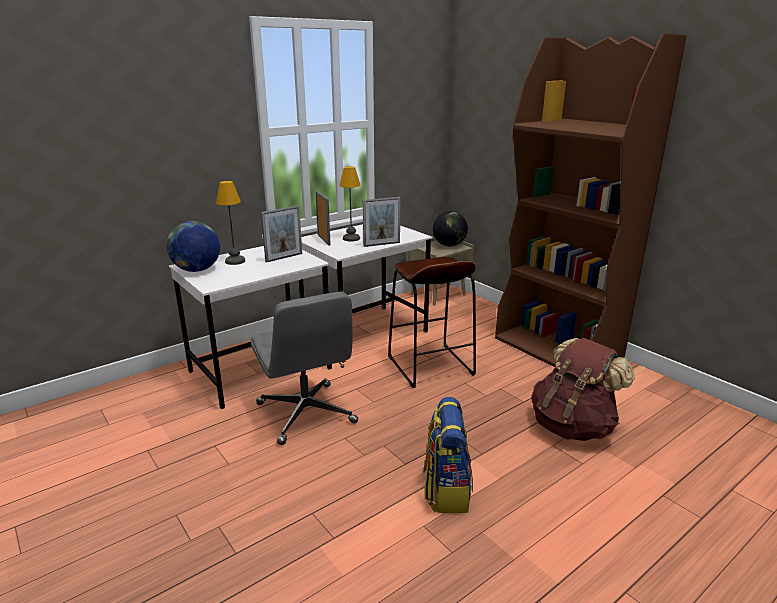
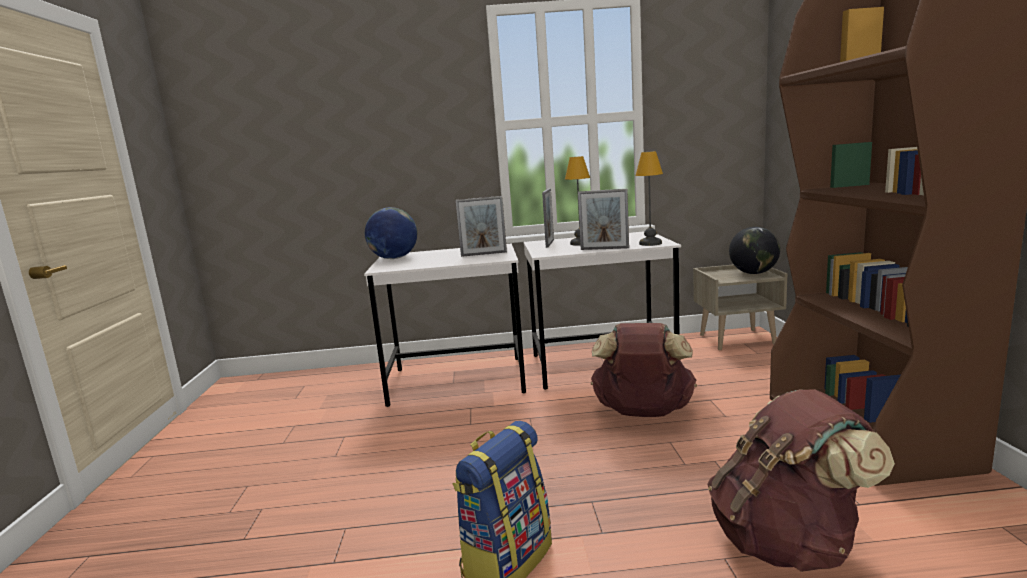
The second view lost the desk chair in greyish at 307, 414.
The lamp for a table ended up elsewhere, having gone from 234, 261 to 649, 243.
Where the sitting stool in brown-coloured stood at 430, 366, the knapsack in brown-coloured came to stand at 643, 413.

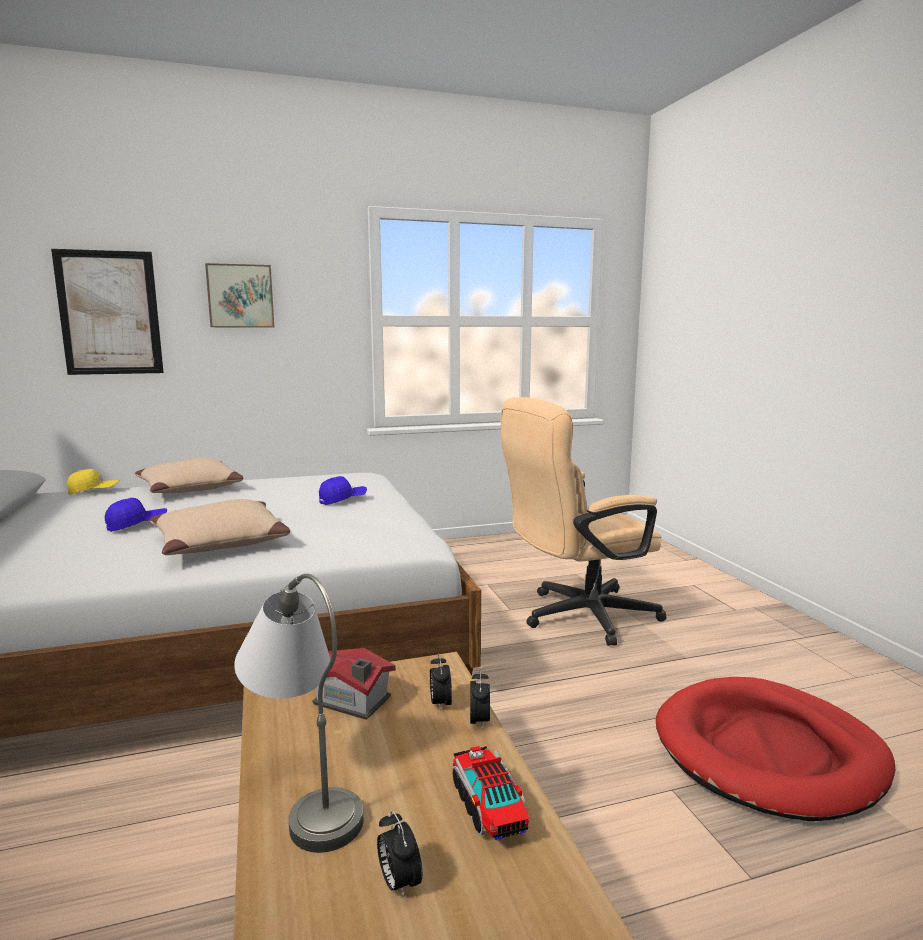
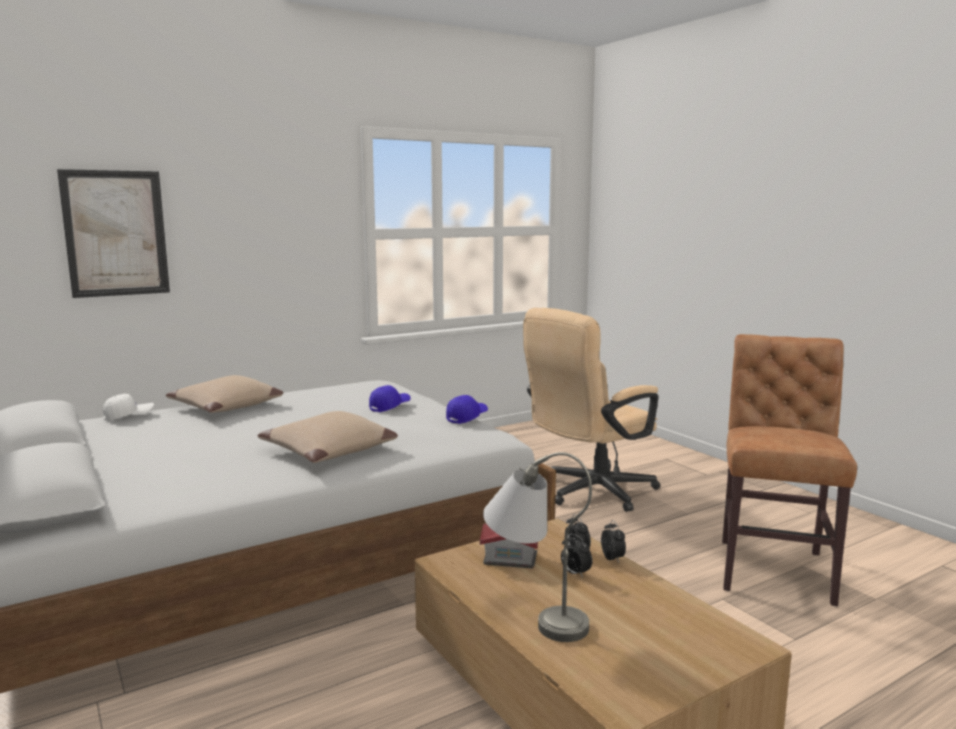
The second view lost the picture at 240, 296.
The second view lost the toy lorry at 488, 806.
The cap in blue ended up elsewhere, having gone from 137, 525 to 467, 418.
The table clock ended up elsewhere, having gone from 398, 882 to 575, 573.
Where the dog cushion in reddish stood at 768, 752, the upright chair in brown-coloured came to stand at 774, 567.
What was the cap in yellowish at 94, 491 turned into the cap in whitish at 129, 416.

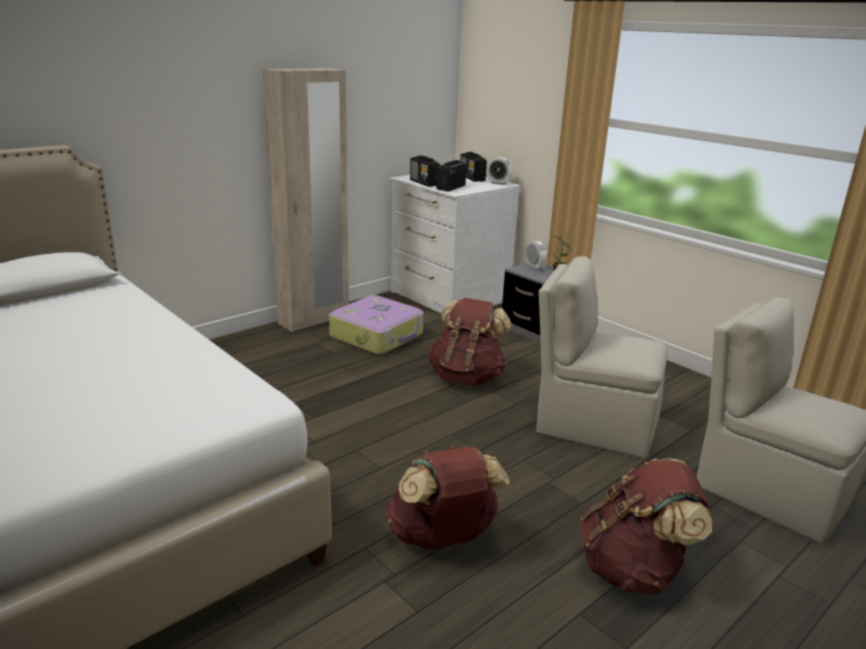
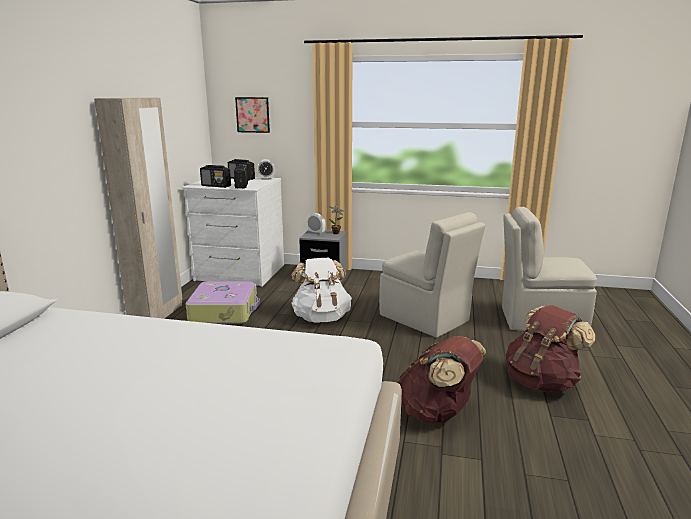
The second view gained the picture at 252, 115.
What was the knapsack in brown-coloured at 467, 377 turned into the knapsack in whitish at 321, 318.
The upright chair in beige at 592, 424 ended up facing another way, 120 degrees counterclockwise from before.

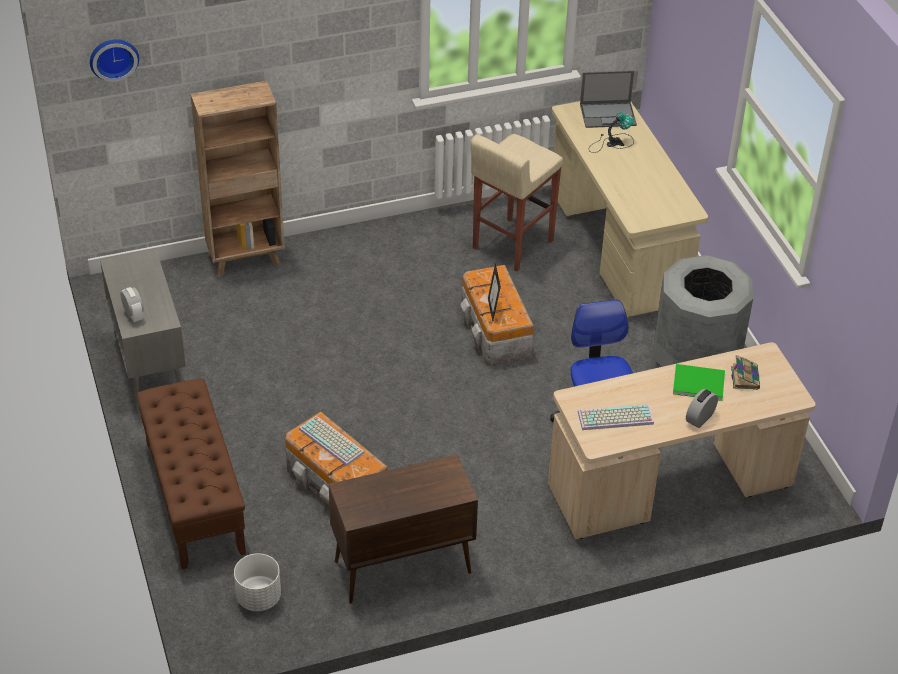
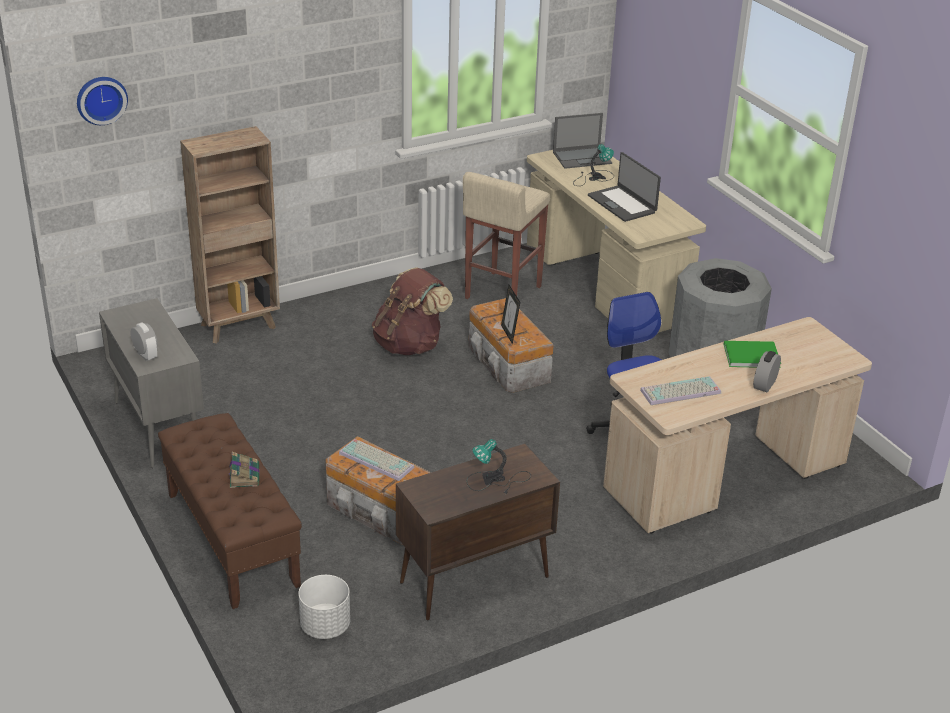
The second view gained the knapsack in brown-coloured at 410, 345.
The second view gained the lamp for a table at 496, 481.
The second view gained the laptop at 622, 204.
The volume ended up elsewhere, having gone from 744, 377 to 244, 475.

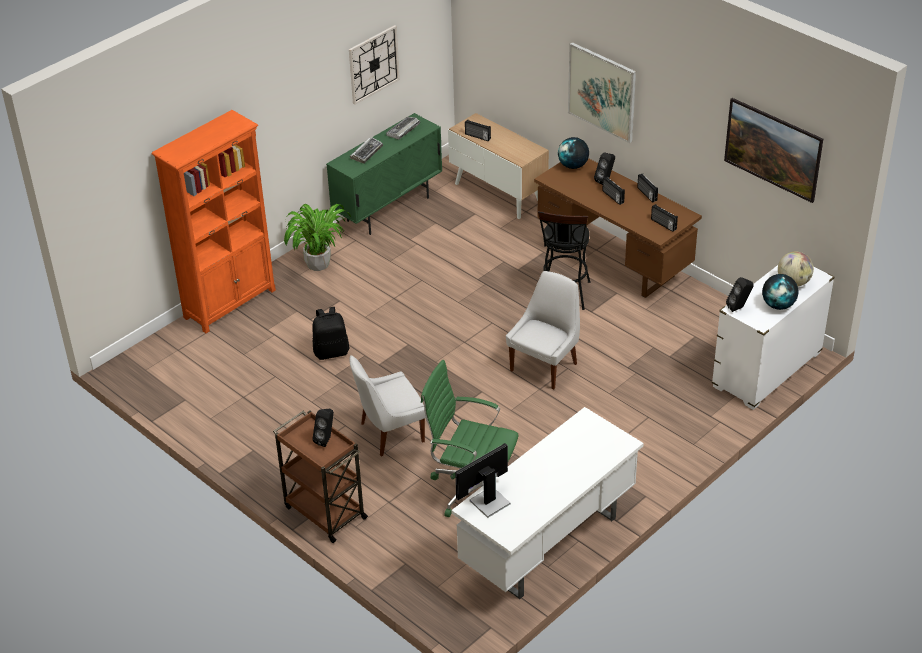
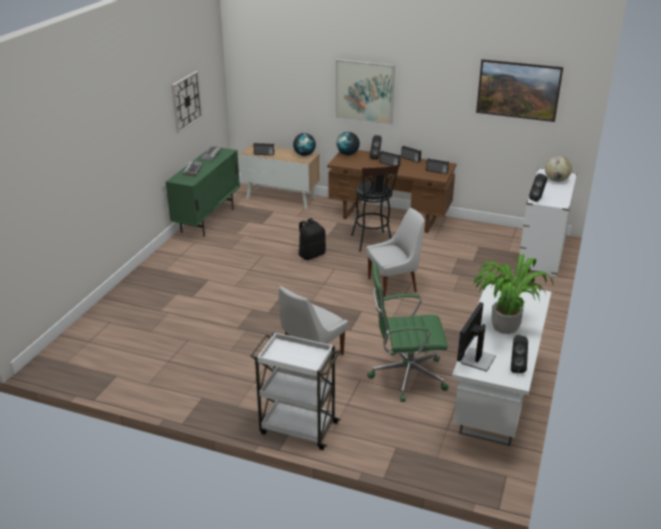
The second view lost the shelving unit in orangey at 230, 303.
The plant in a pot ended up elsewhere, having gone from 318, 263 to 505, 326.
The knapsack in black-coloured ended up elsewhere, having gone from 331, 351 to 311, 255.
The loudspeaker in black-coloured ended up elsewhere, having gone from 326, 439 to 516, 367.
The globe ended up elsewhere, having gone from 778, 305 to 304, 155.
What was the wheeled cart in brown-coloured at 324, 511 turned into the wheeled cart in whitish at 297, 427.
The upright chair in whitish at 545, 366 ended up facing another way, 60 degrees clockwise from before.

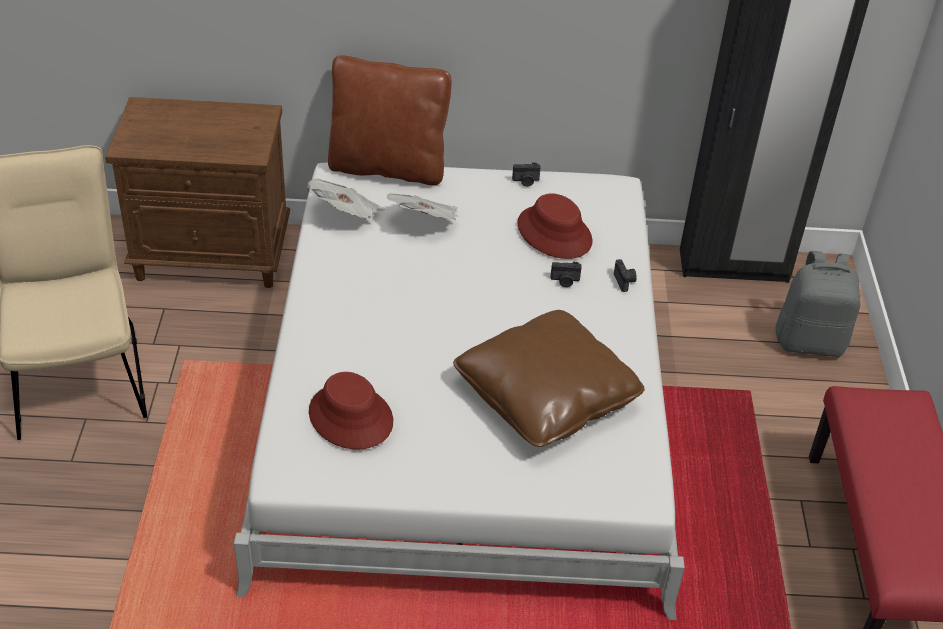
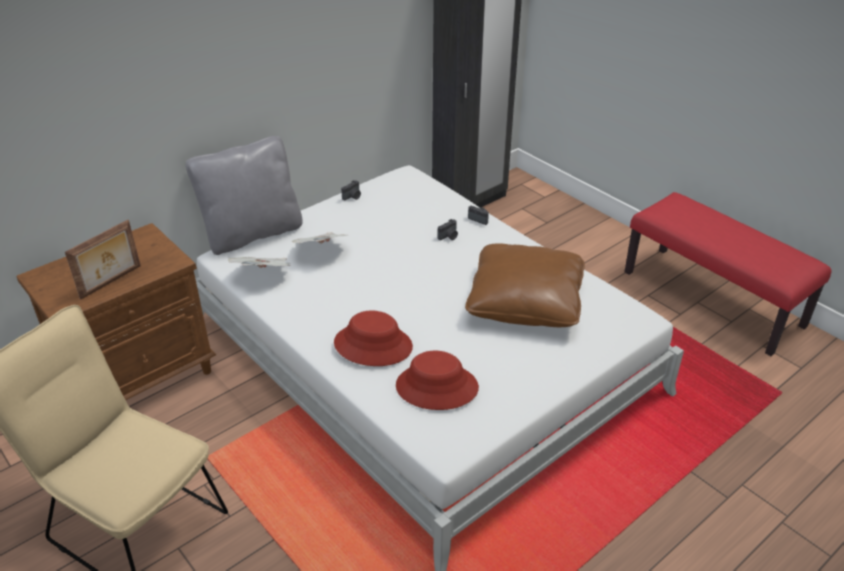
The second view lost the knapsack in greyish at 810, 341.
The second view gained the standing frame at 111, 282.
The wearable hat in reddish ended up elsewhere, having gone from 554, 233 to 373, 345.
What was the pillow in brown-coloured at 388, 167 turned into the pillow in greyish at 252, 234.

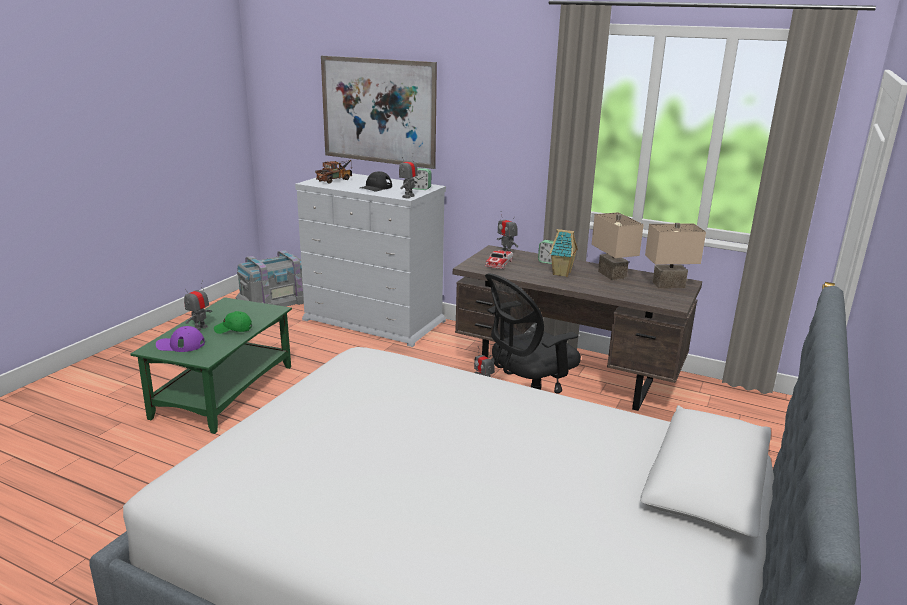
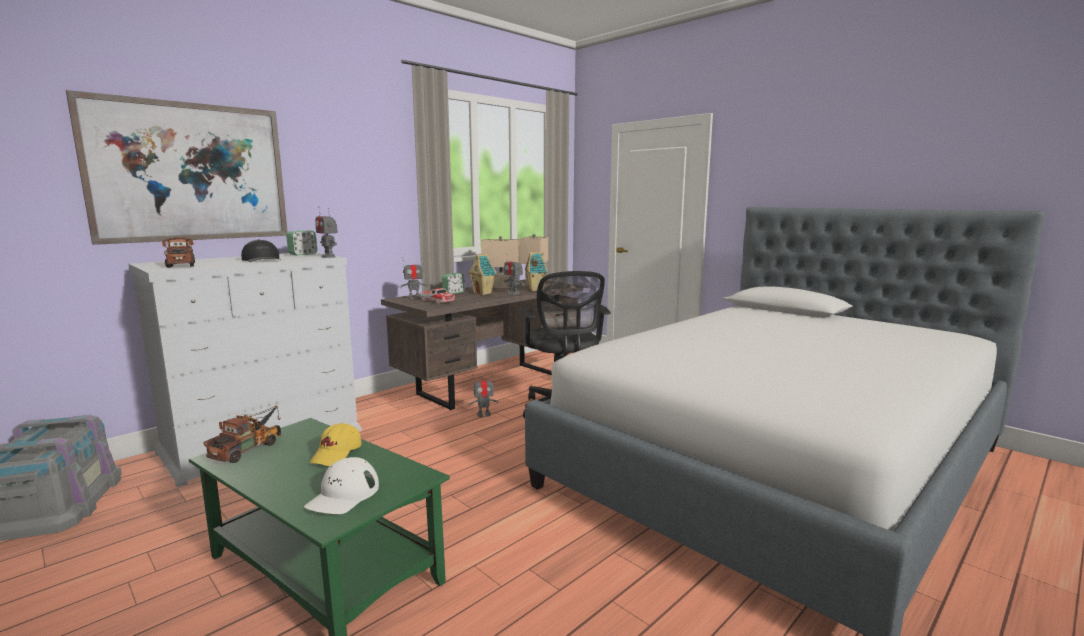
The second view gained the toy lorry at 250, 448.
The second view gained the miniature house at 535, 290.
The toy robot ended up elsewhere, having gone from 199, 328 to 513, 293.
What was the cap in purple-coloured at 180, 344 turned into the cap in whitish at 343, 495.
What was the cap in green at 233, 329 turned into the cap in yellowish at 337, 454.

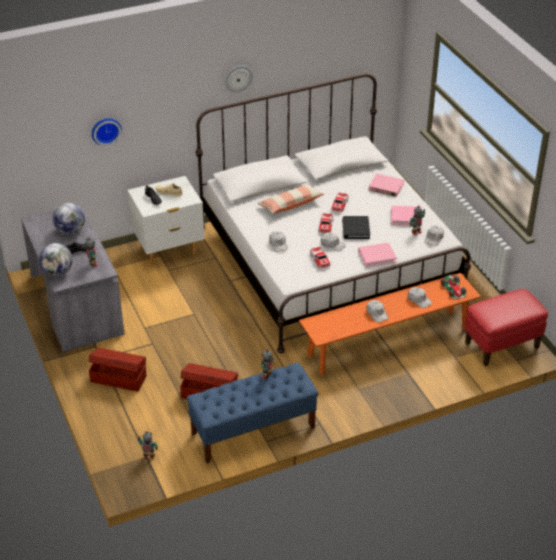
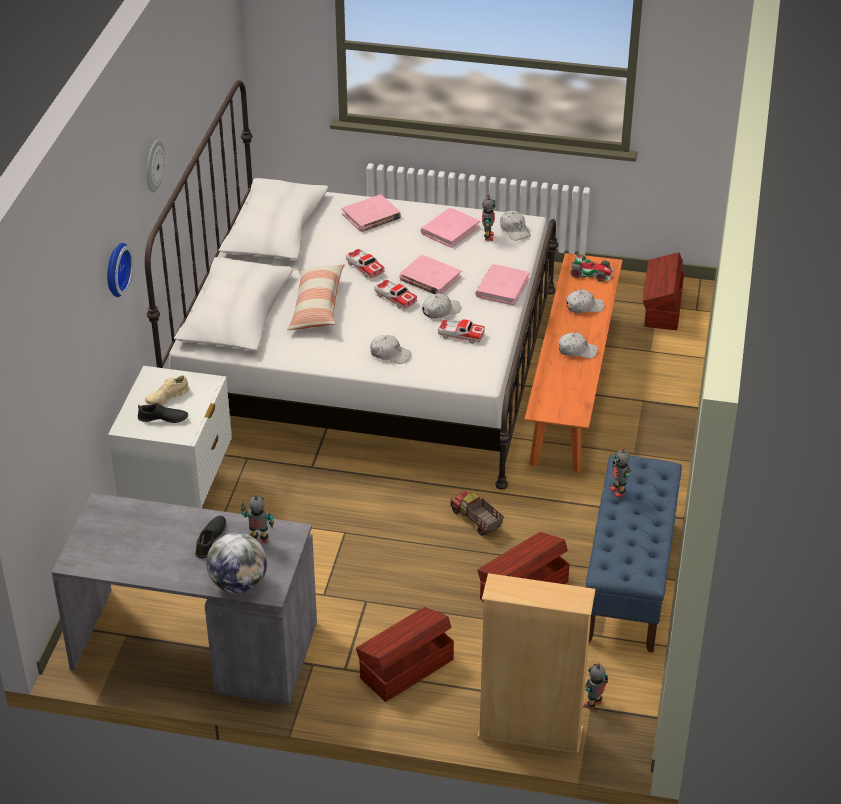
The second view lost the globe at 70, 231.
The second view gained the toy lorry at 476, 520.
The second view gained the shelving unit in beige at 530, 733.
The hanging clock ended up elsewhere, having gone from 105, 130 to 115, 269.
Where the pouffe in reddish stood at 501, 345, the storage bin in brown-coloured came to stand at 662, 308.
What was the volume in black-coloured at 355, 229 turned into the volume in pinkish at 430, 278.

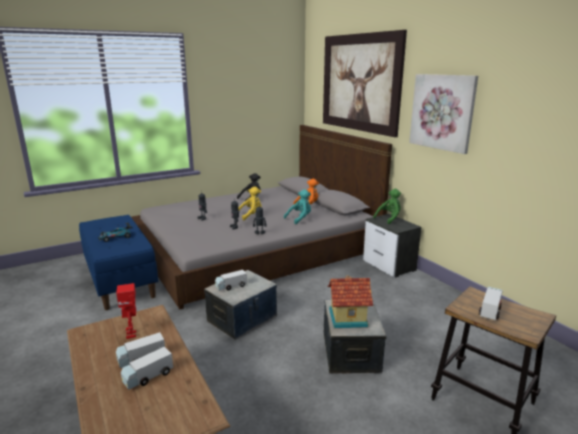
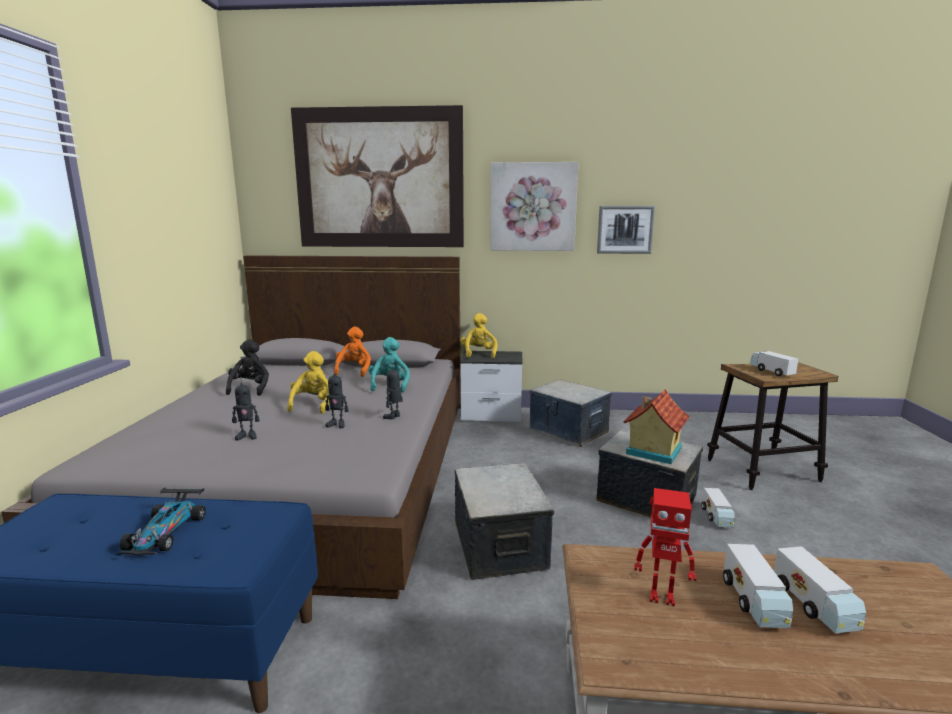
The second view gained the storage bin at 568, 431.
The second view gained the picture at 625, 229.
The toy lorry ended up elsewhere, having gone from 231, 286 to 716, 517.
What was the soft toy in green at 389, 218 turned into the soft toy in yellowish at 478, 354.

